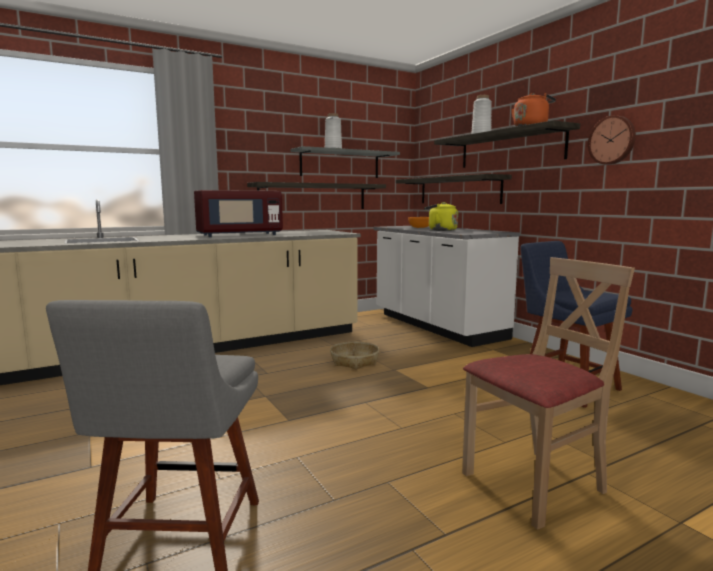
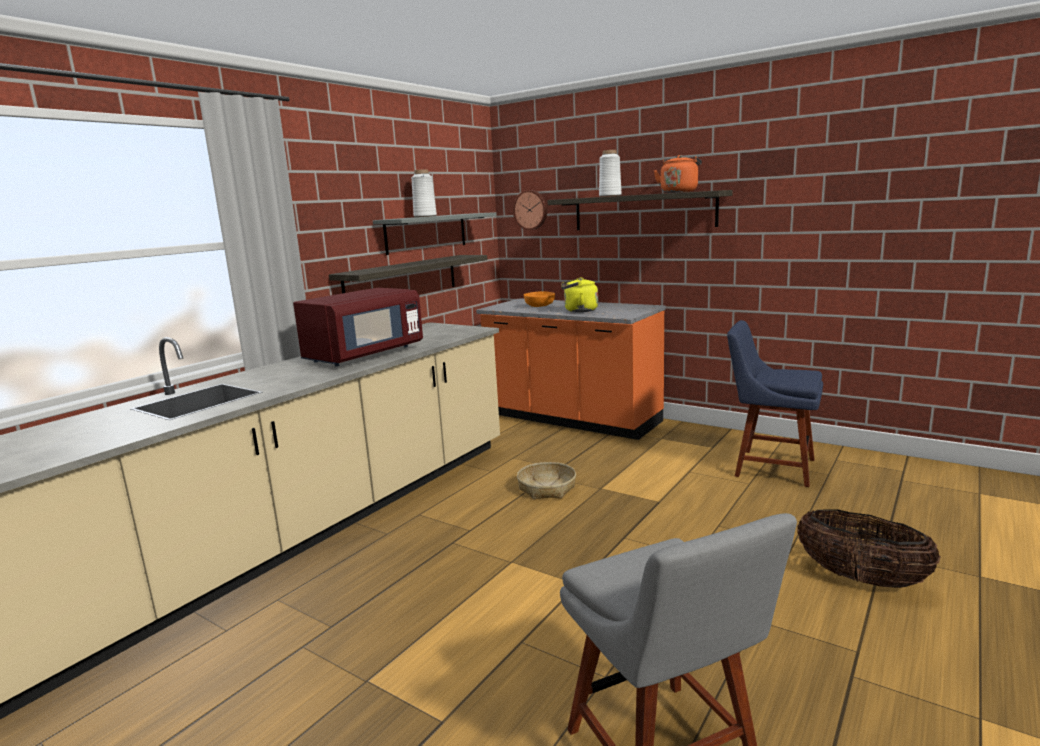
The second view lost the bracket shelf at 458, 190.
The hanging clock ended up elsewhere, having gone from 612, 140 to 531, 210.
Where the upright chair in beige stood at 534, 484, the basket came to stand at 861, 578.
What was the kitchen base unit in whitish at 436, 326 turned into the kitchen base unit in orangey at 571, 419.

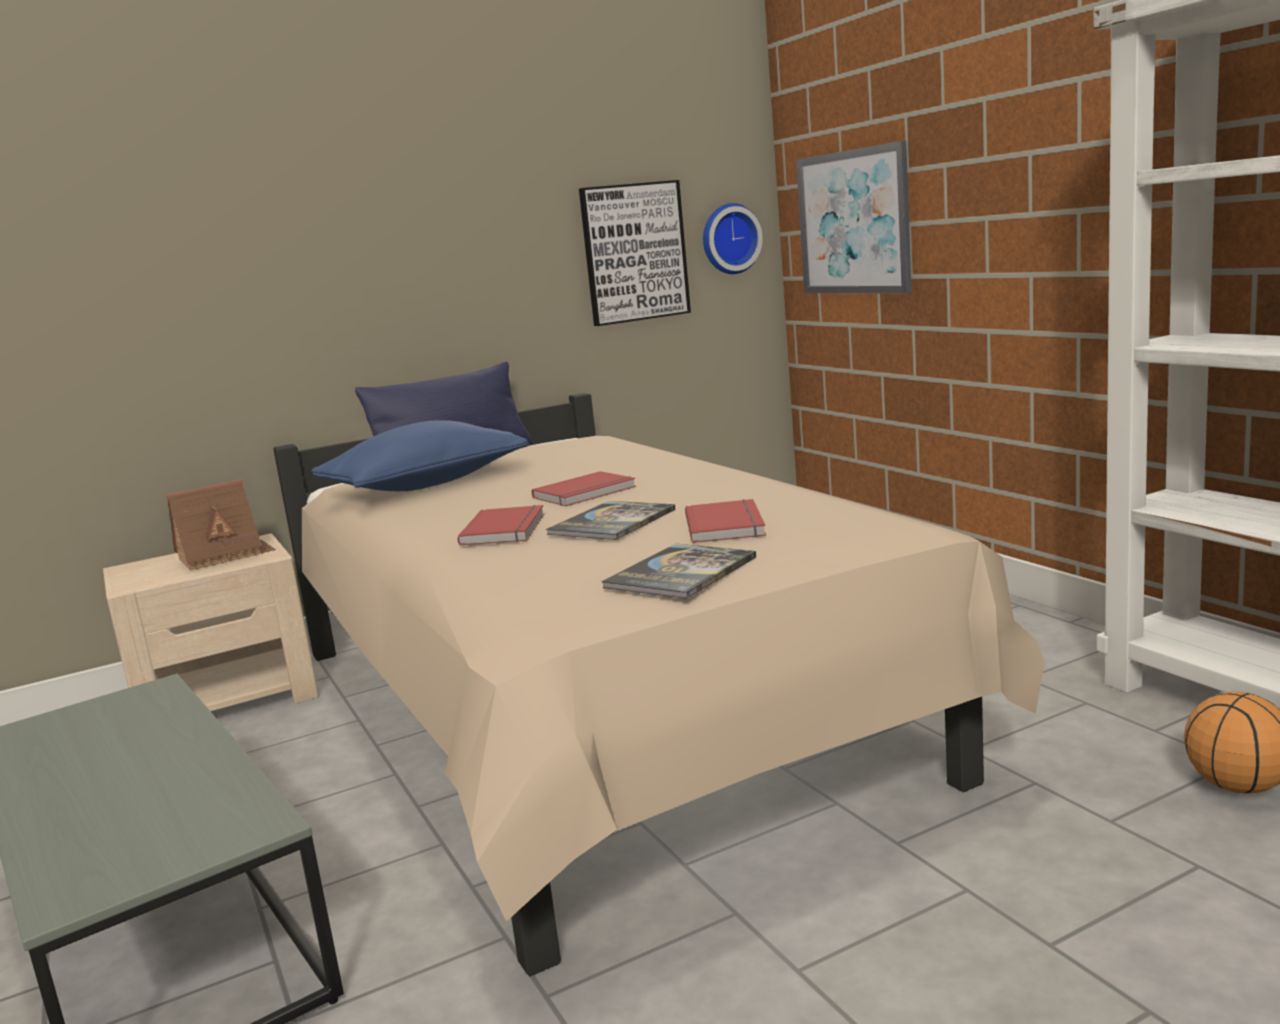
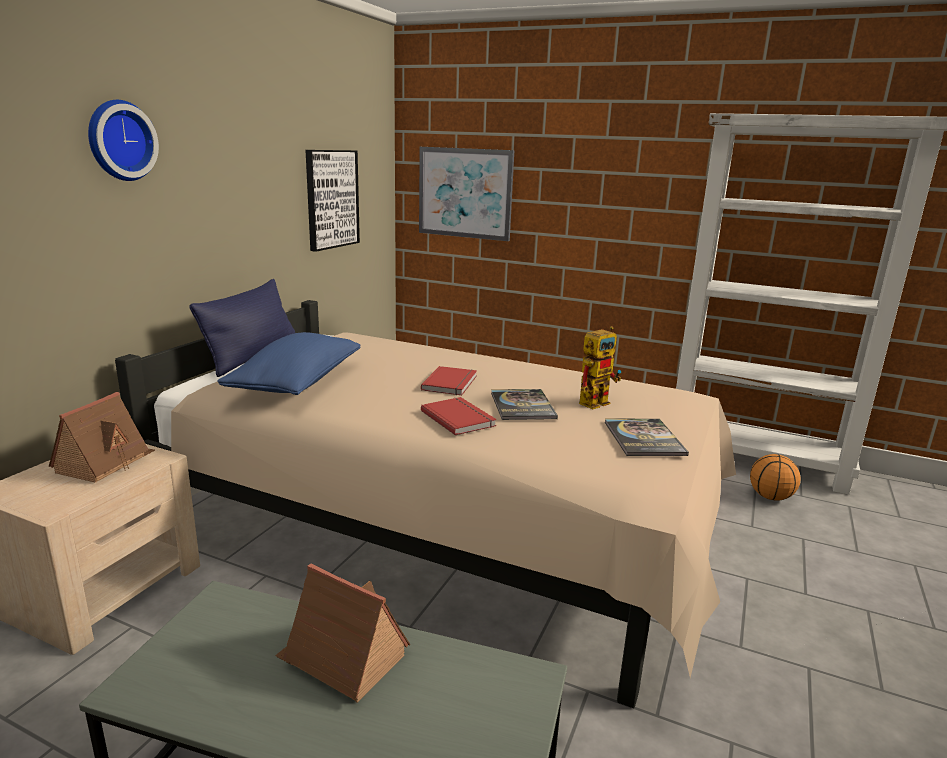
The second view gained the miniature house at 342, 657.
The hanging clock ended up elsewhere, having gone from 729, 239 to 119, 140.
Where the volume in reddish stood at 727, 525, the toy robot came to stand at 596, 401.

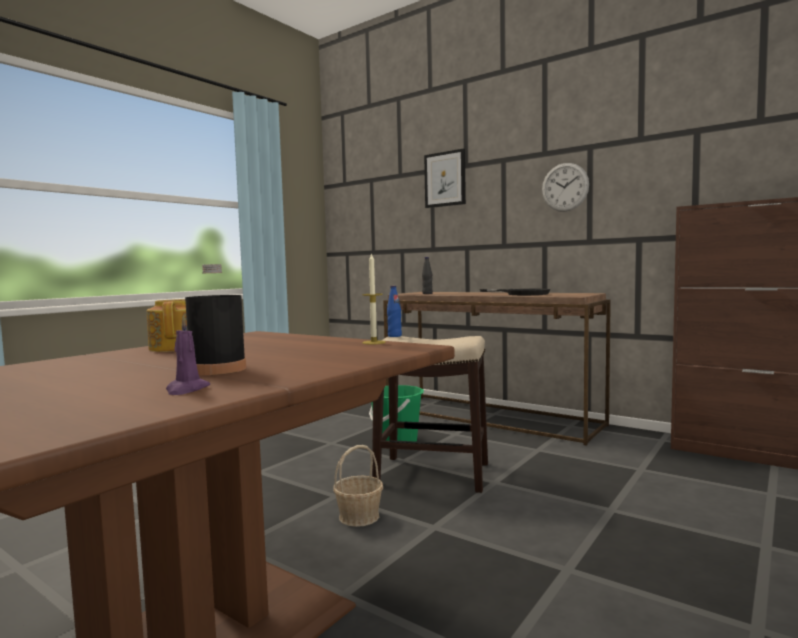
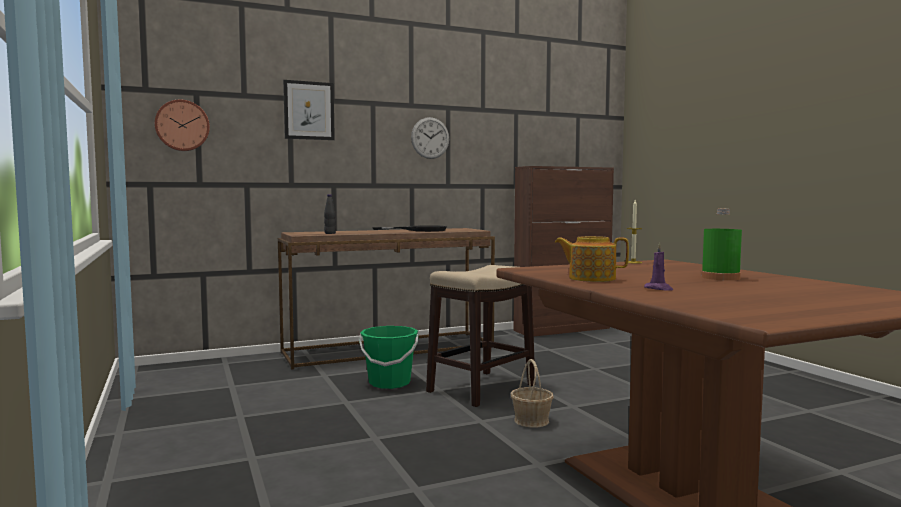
The second view lost the beverage bottle in blue at 394, 336.
The second view gained the hanging clock at 182, 125.
The candle in purple-coloured ended up elsewhere, having gone from 186, 390 to 659, 289.
What was the beverage bottle in black-coloured at 217, 369 turned into the beverage bottle in green at 720, 277.

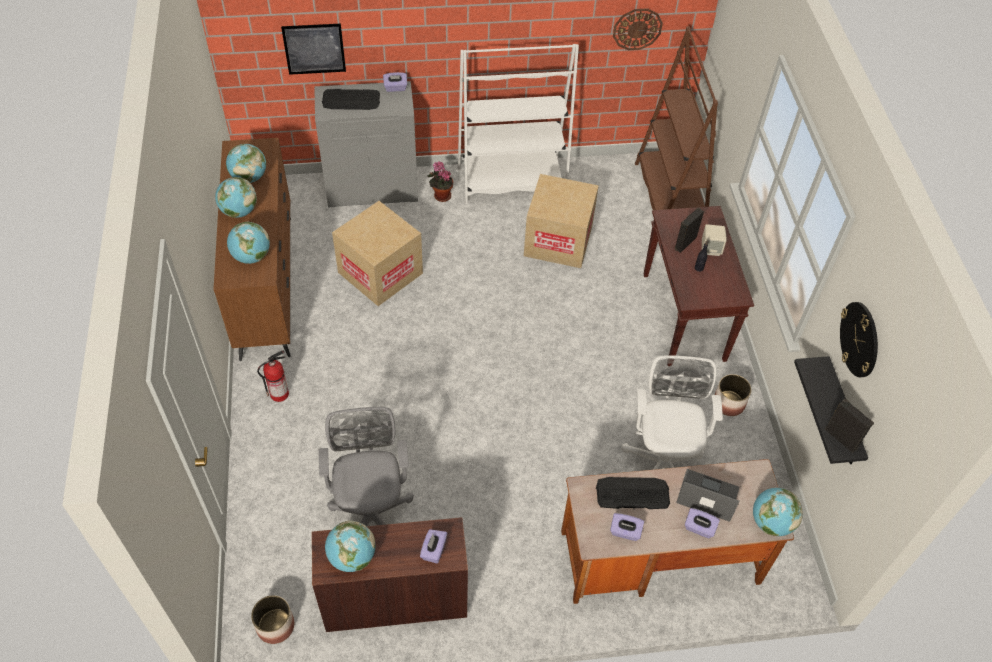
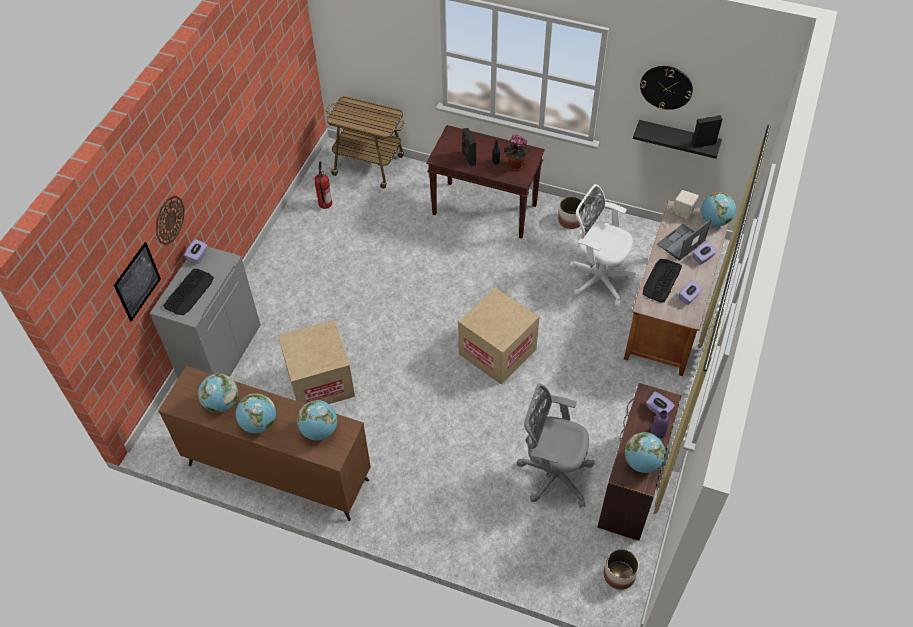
The second view lost the shelving unit in whitish at 512, 183.
The second view gained the beverage bottle in purple-coloured at 658, 432.
The fire-fighting cylinder ended up elsewhere, having gone from 280, 393 to 325, 203.
The plant in a pot ended up elsewhere, having gone from 441, 196 to 515, 166.
The carton ended up elsewhere, having gone from 558, 241 to 497, 351.
The hanging clock ended up elsewhere, having gone from 637, 29 to 169, 220.
The loudspeaker in beige ended up elsewhere, having gone from 710, 249 to 683, 212.
Where the shelving unit in brown-coloured stood at 669, 197, the wheeled cart came to stand at 369, 166.

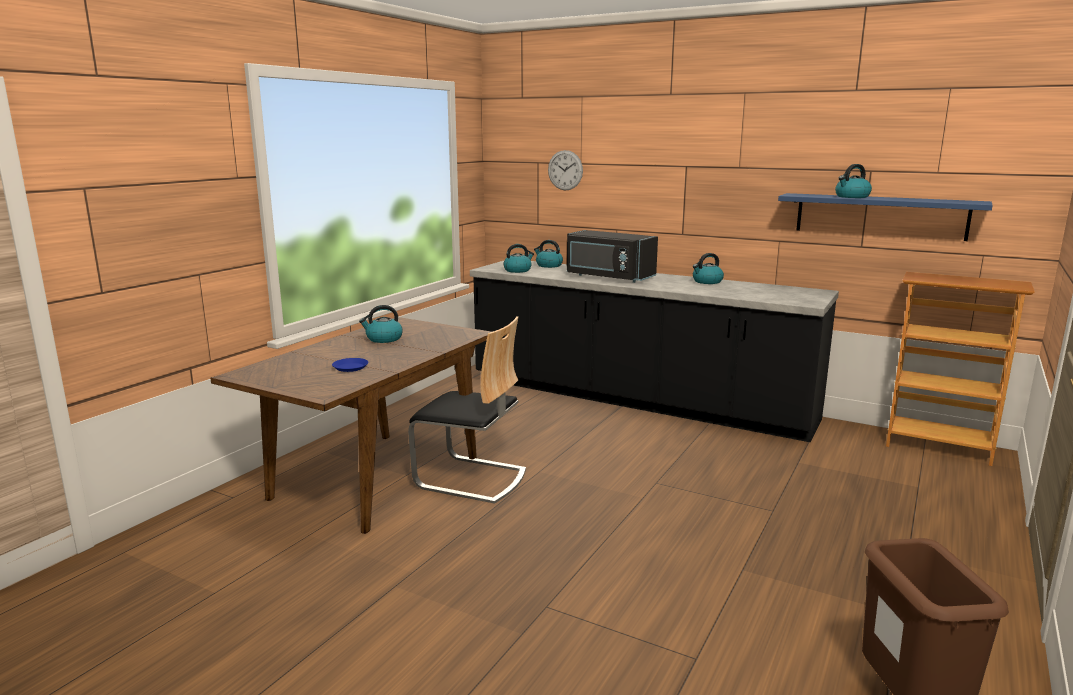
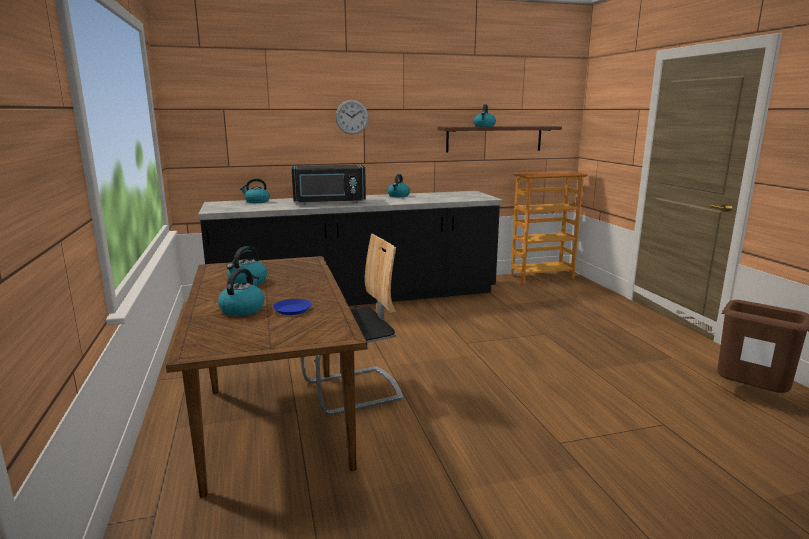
The tea kettle ended up elsewhere, having gone from 518, 270 to 242, 309.
The hanging clock ended up elsewhere, having gone from 565, 170 to 352, 117.
What was the bracket shelf in blue at 880, 216 turned into the bracket shelf in brown-coloured at 494, 138.

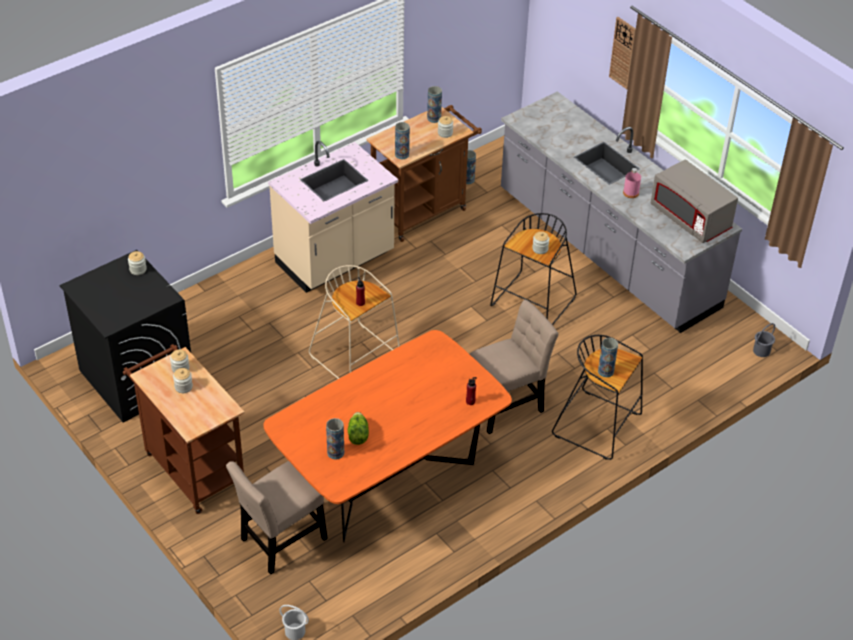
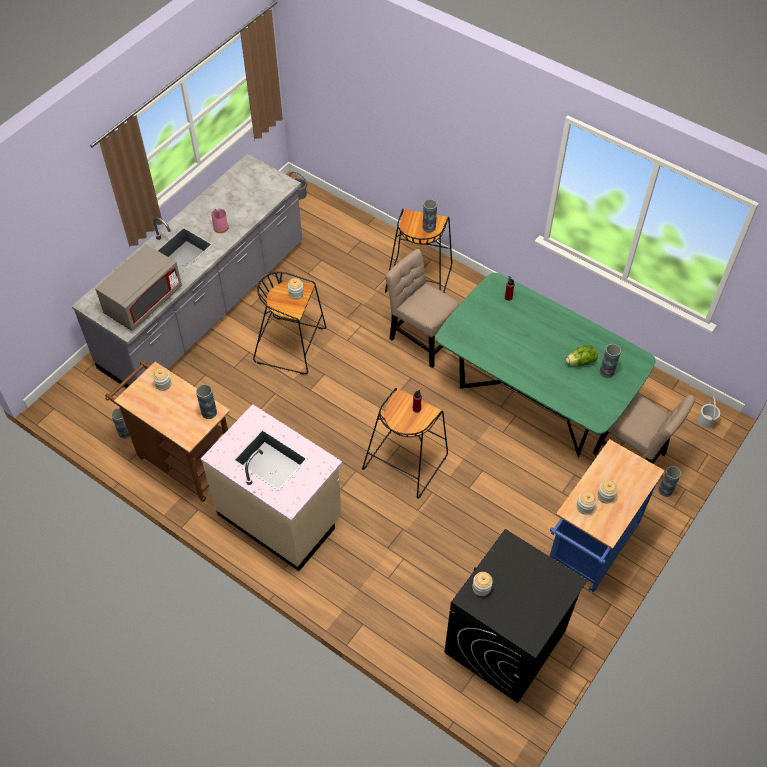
The second view lost the hanging clock at 623, 53.
The vase ended up elsewhere, having gone from 434, 118 to 665, 490.
The kitchen microwave in greyish ended up elsewhere, having gone from 690, 219 to 144, 301.
What was the wheeled cart in brown-coloured at 191, 466 turned into the wheeled cart in blue at 588, 551.
What was the kitchen table in orangey at 388, 479 turned into the kitchen table in green at 534, 400.
What was the sitting stool in beige at 356, 356 turned into the sitting stool in black-coloured at 405, 461.

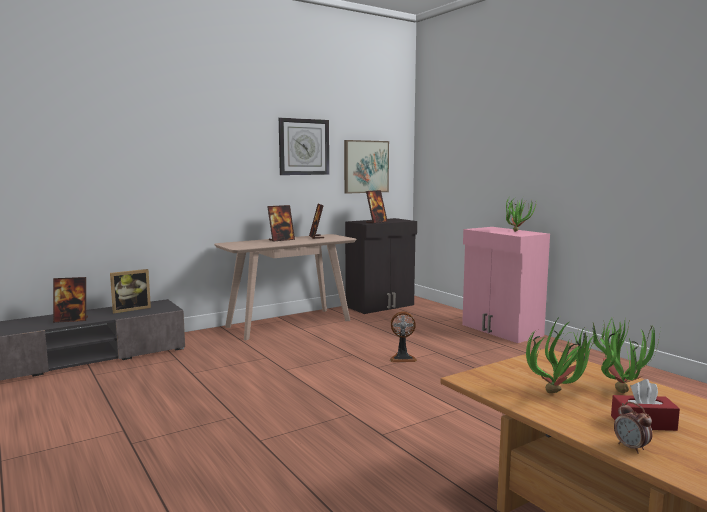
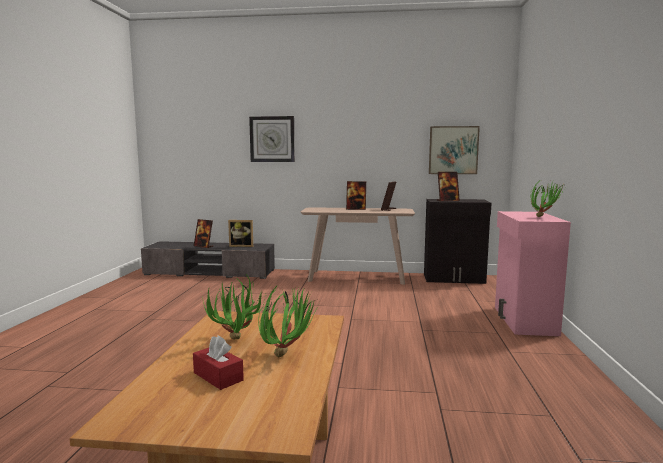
The second view lost the electric fan at 402, 358.
The second view lost the table clock at 631, 448.
The hanging clock ended up elsewhere, having gone from 303, 147 to 272, 139.

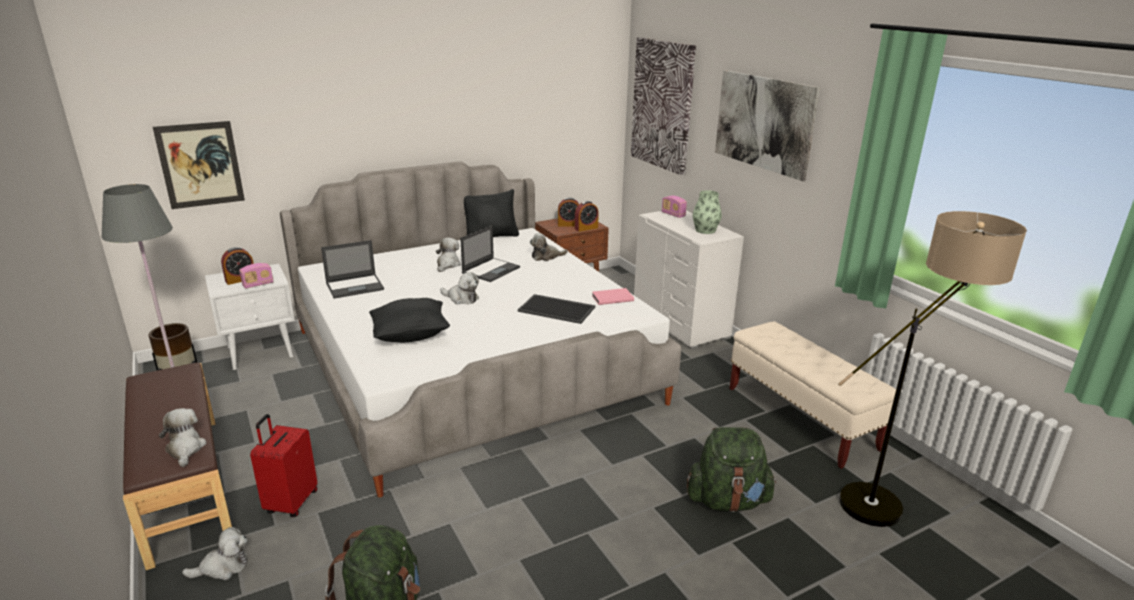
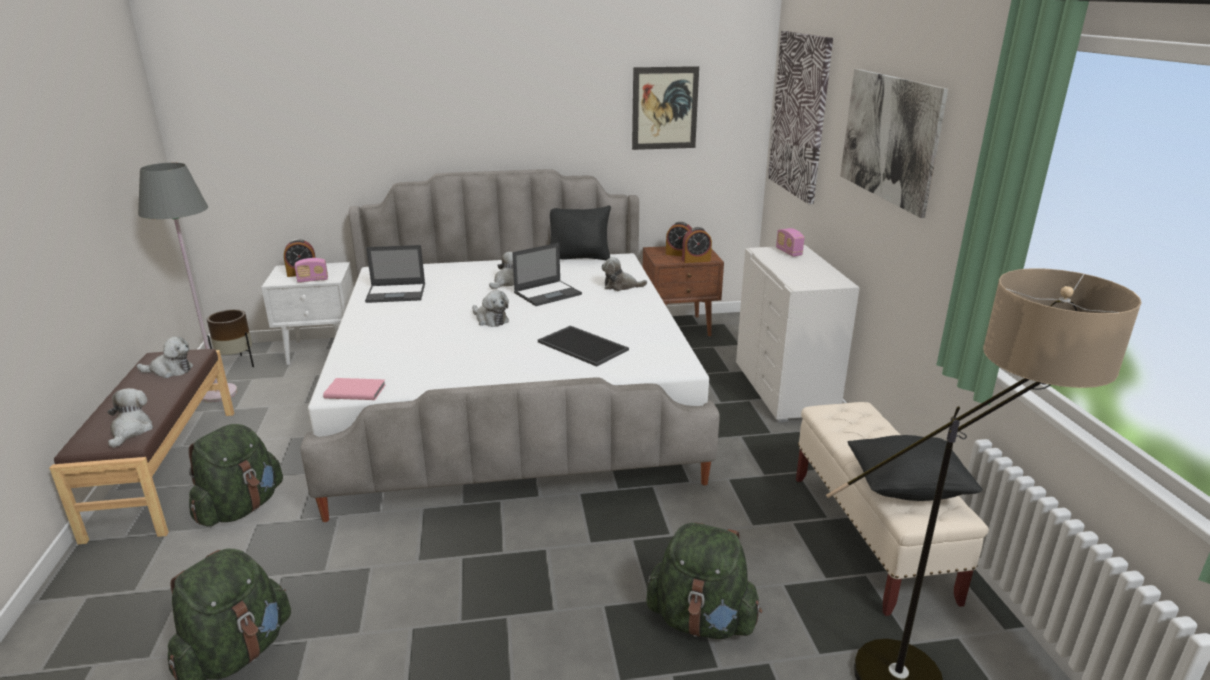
The second view lost the vase at 705, 230.
The picture ended up elsewhere, having gone from 200, 165 to 665, 108.
The soft toy ended up elsewhere, having gone from 223, 567 to 170, 370.
The pillow in black-coloured ended up elsewhere, having gone from 411, 336 to 908, 488.
The volume in pinkish ended up elsewhere, having gone from 611, 298 to 355, 391.
Where the travel case in reddish stood at 291, 502, the knapsack in green came to stand at 241, 508.

